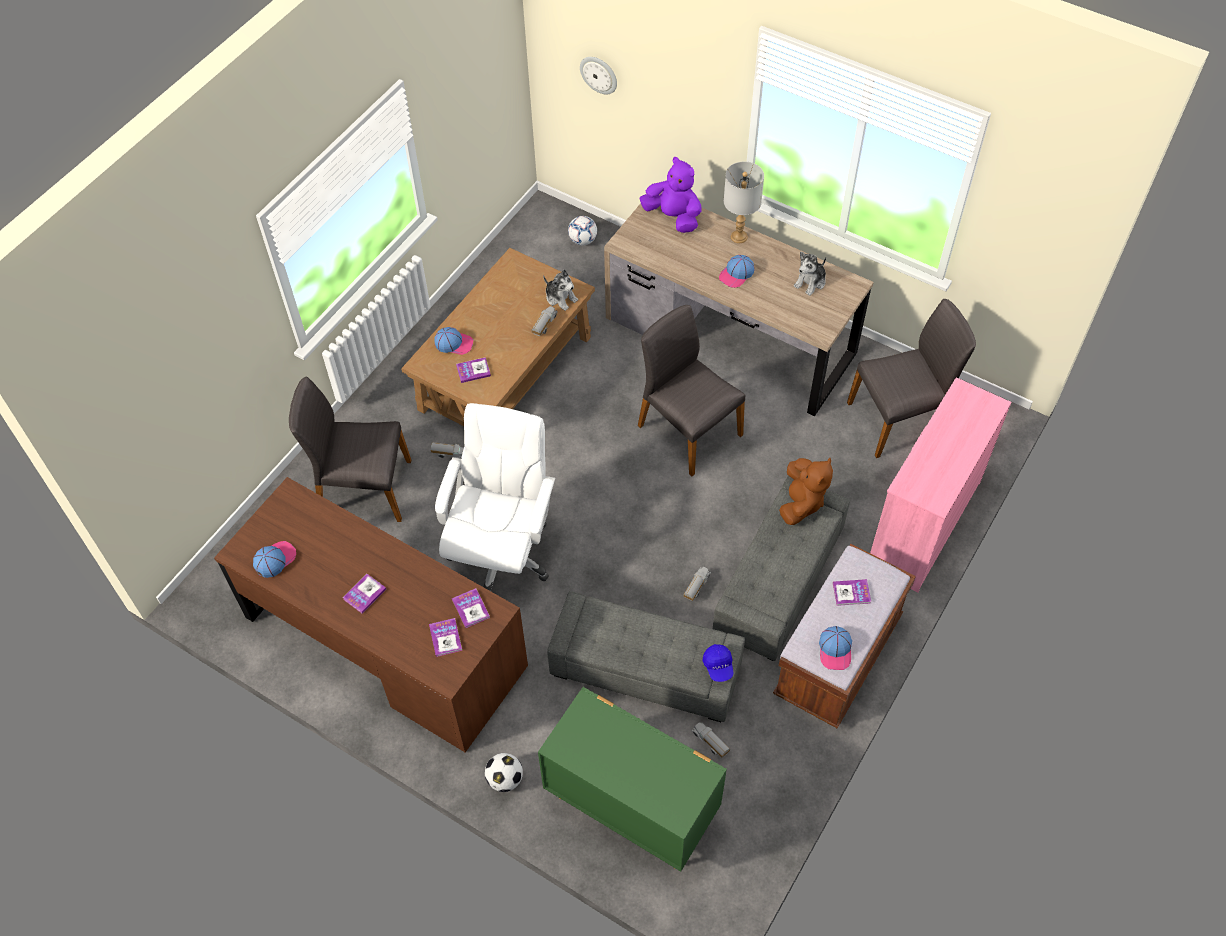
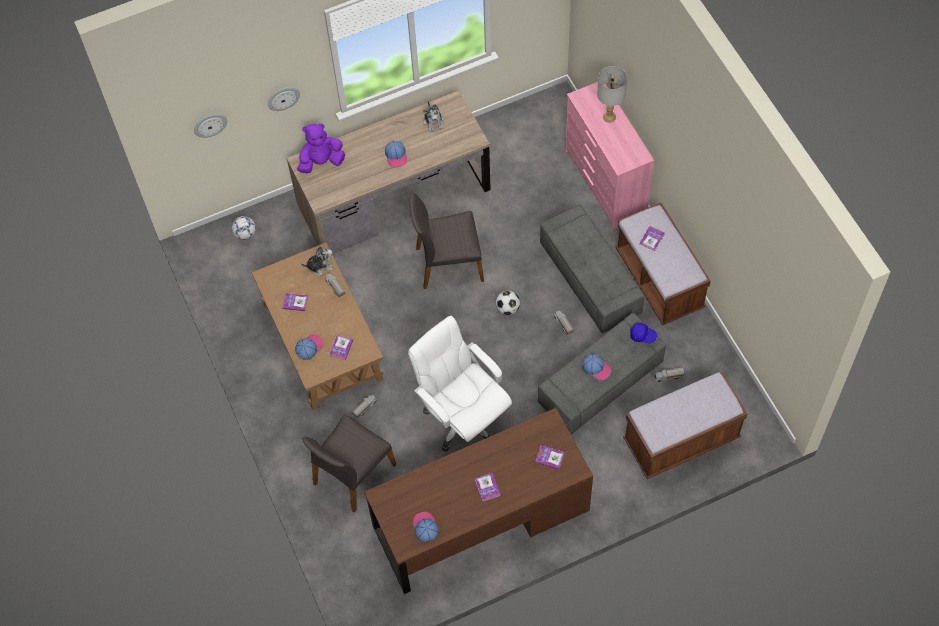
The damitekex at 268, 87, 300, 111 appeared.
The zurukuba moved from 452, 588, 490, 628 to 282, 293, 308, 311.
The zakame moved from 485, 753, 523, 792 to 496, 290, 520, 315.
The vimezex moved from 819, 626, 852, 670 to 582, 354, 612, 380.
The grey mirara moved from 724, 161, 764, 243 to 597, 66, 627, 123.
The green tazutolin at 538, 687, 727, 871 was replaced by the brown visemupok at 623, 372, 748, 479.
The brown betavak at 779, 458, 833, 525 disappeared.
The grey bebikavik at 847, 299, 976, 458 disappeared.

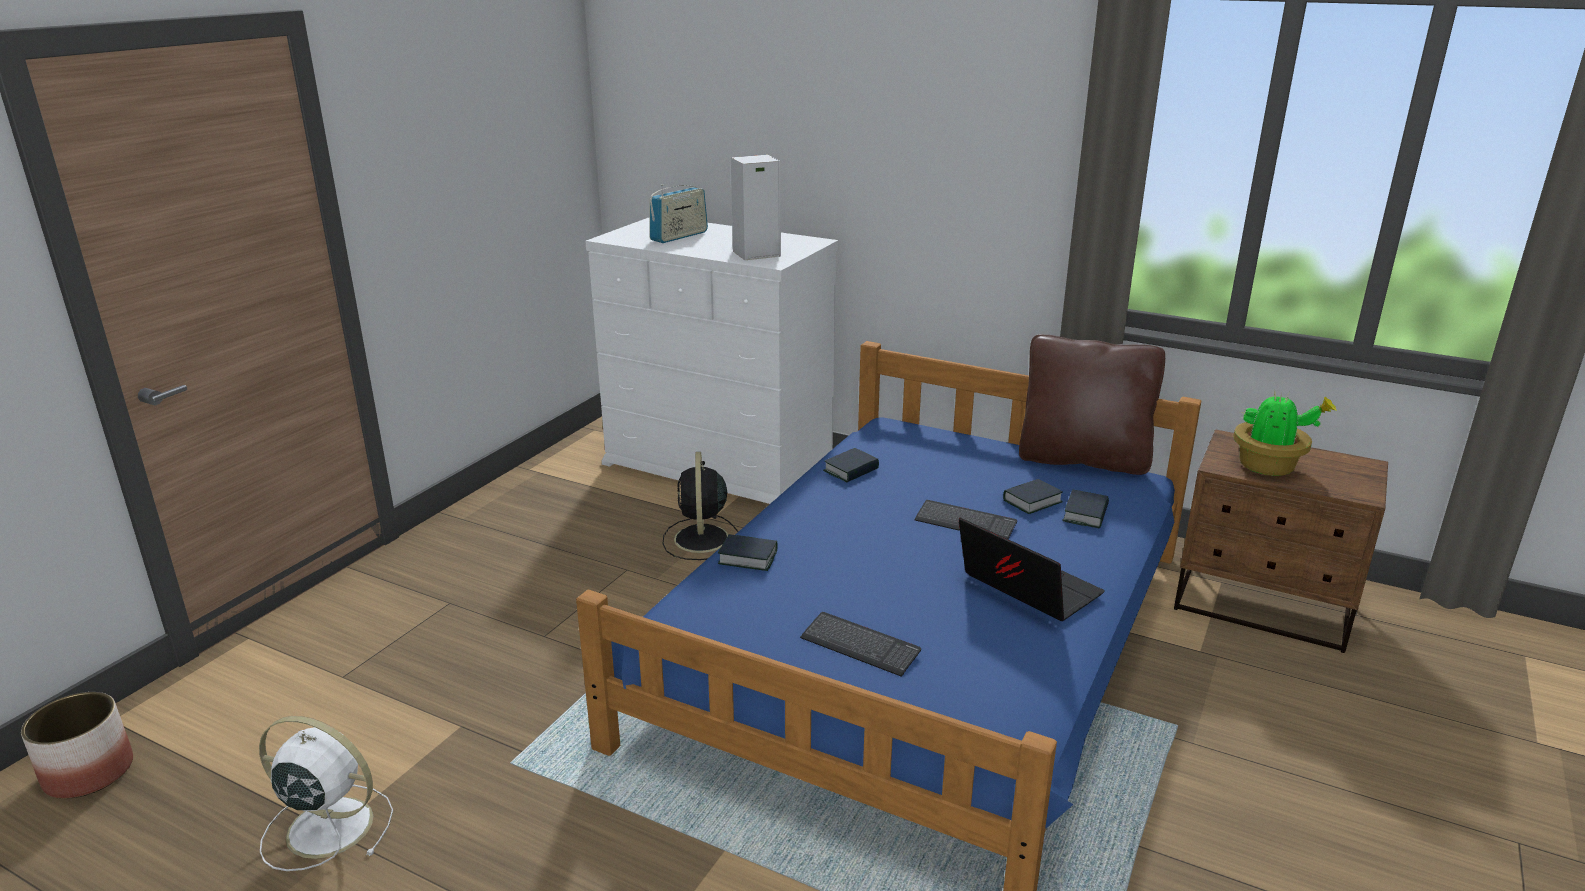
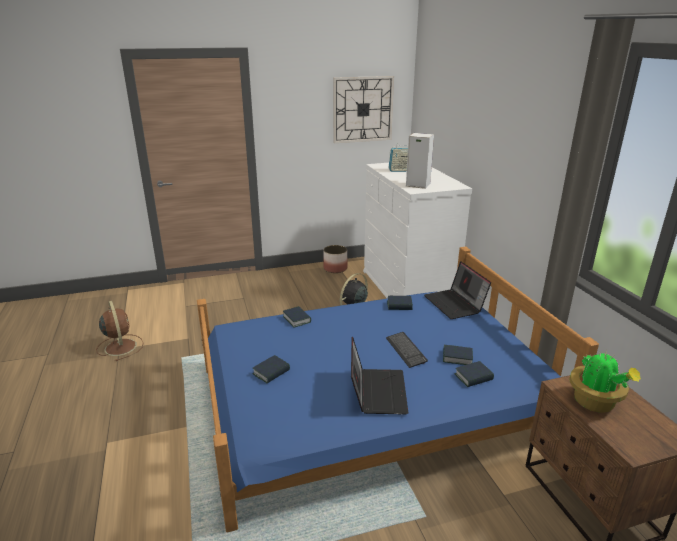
The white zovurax at 259, 716, 393, 871 became the brown zovurax at 96, 301, 143, 361.
The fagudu at 800, 612, 921, 677 was replaced by the zurukuba at 252, 355, 290, 383.
The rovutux moved from 21, 692, 133, 799 to 323, 245, 347, 273.
The damitekex at 333, 76, 394, 143 appeared.
The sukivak at 424, 261, 491, 319 appeared.
The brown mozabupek at 1019, 334, 1165, 475 disappeared.

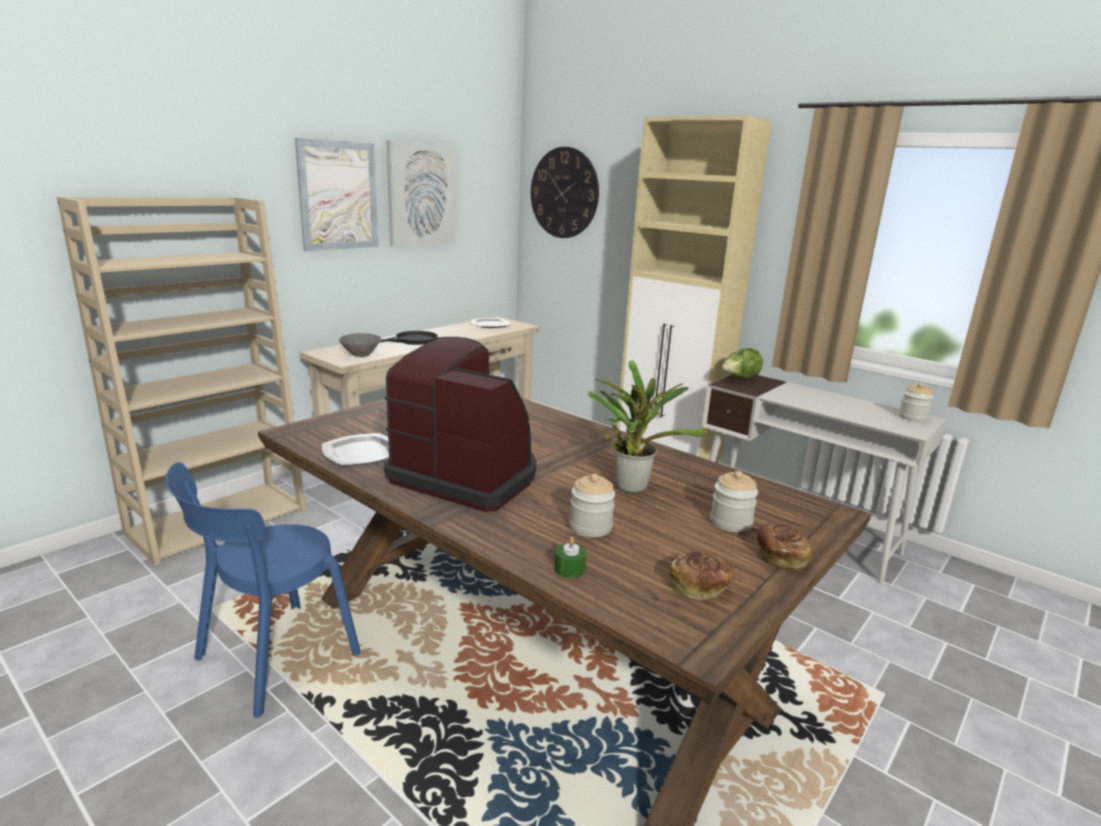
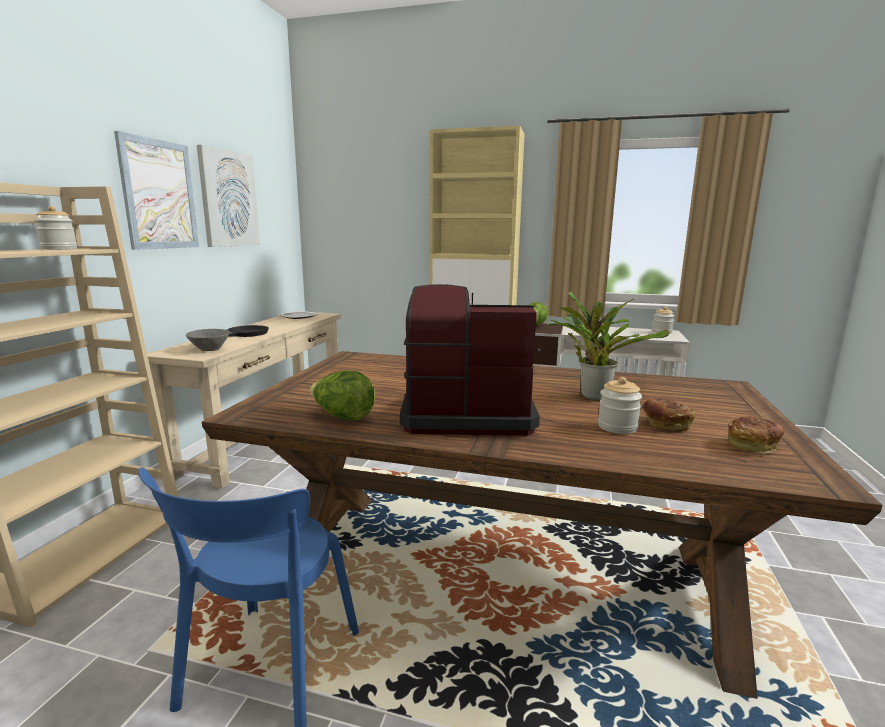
The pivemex moved from 710, 471, 758, 532 to 34, 206, 77, 250.
The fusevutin at 322, 433, 389, 466 was replaced by the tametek at 310, 371, 375, 421.
The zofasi moved from 757, 523, 812, 571 to 643, 398, 695, 432.
The damitekex at 531, 147, 599, 238 disappeared.
The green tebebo at 555, 537, 587, 578 disappeared.

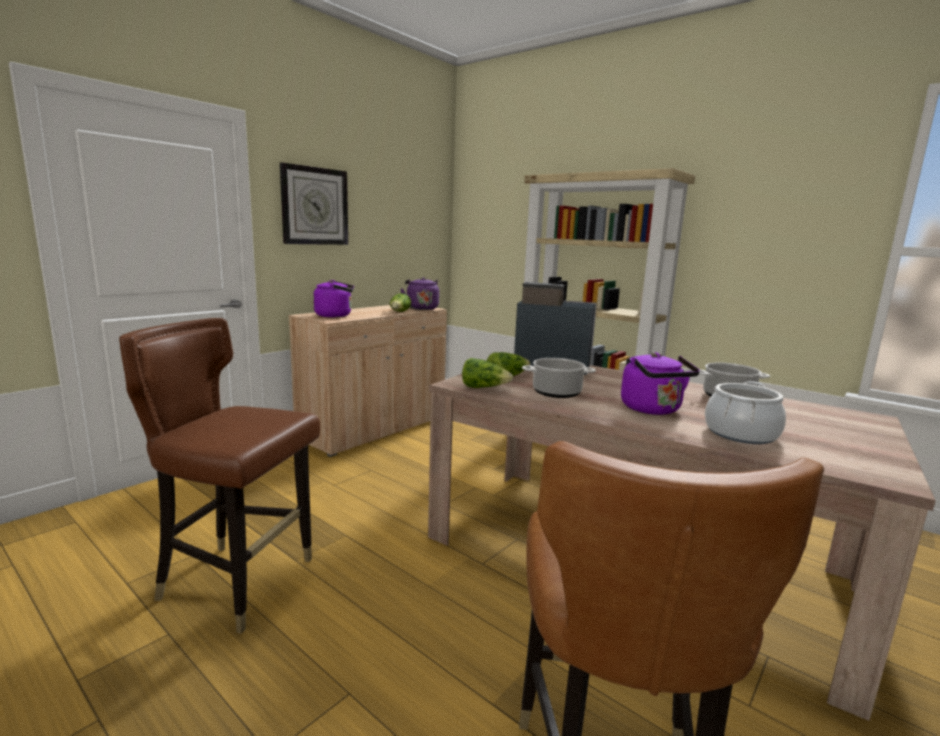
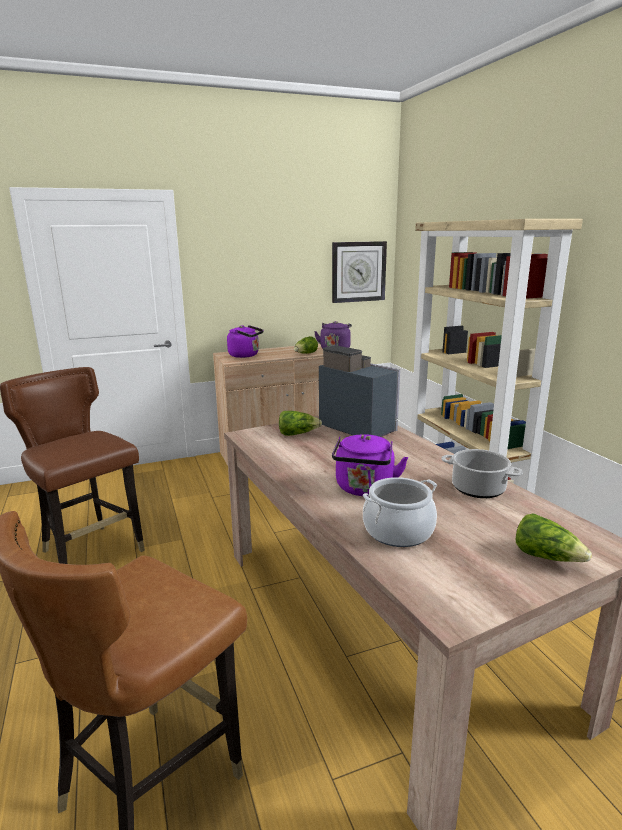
The damitekex moved from 280, 162, 348, 245 to 332, 241, 387, 303.
The tametek moved from 462, 358, 513, 388 to 516, 513, 592, 562.
The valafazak at 522, 358, 596, 398 disappeared.

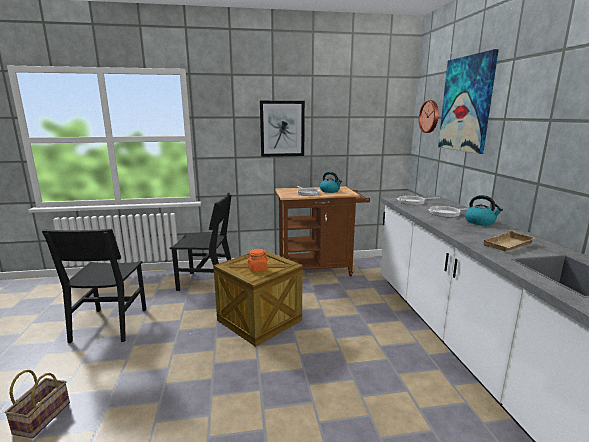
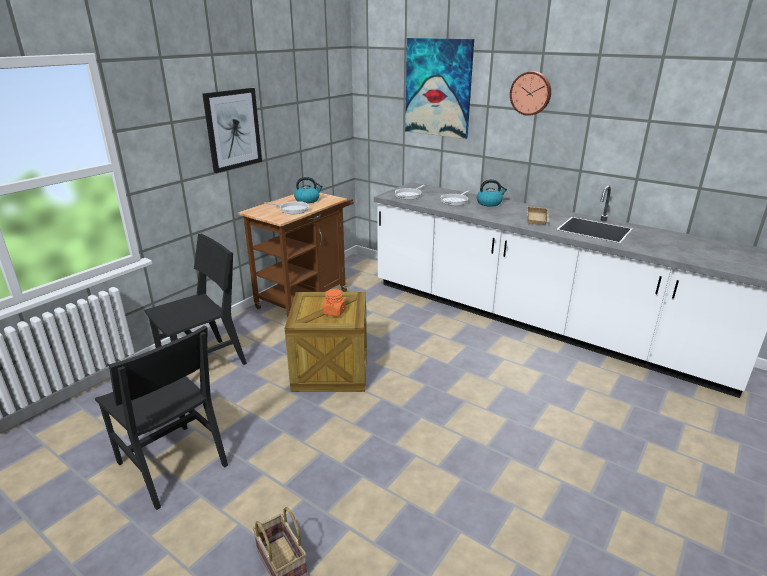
The damitekex moved from 419, 100, 439, 133 to 510, 71, 551, 116.

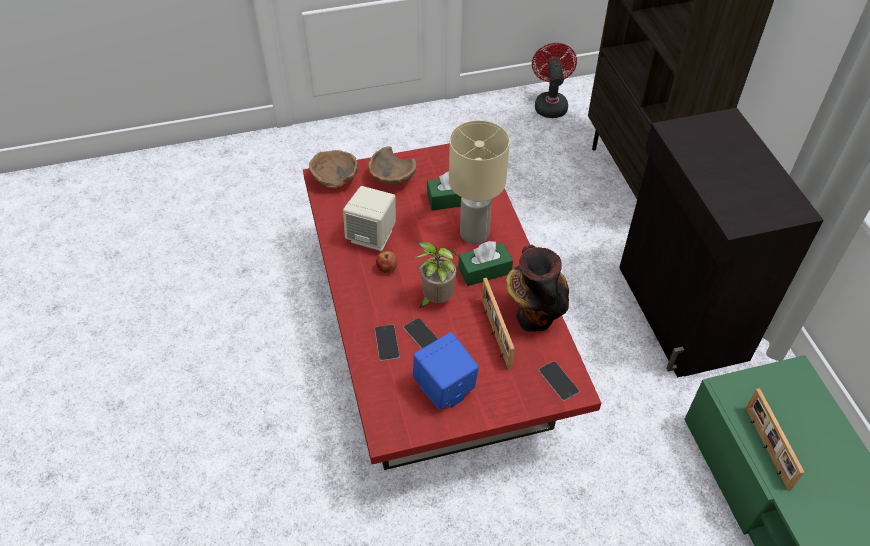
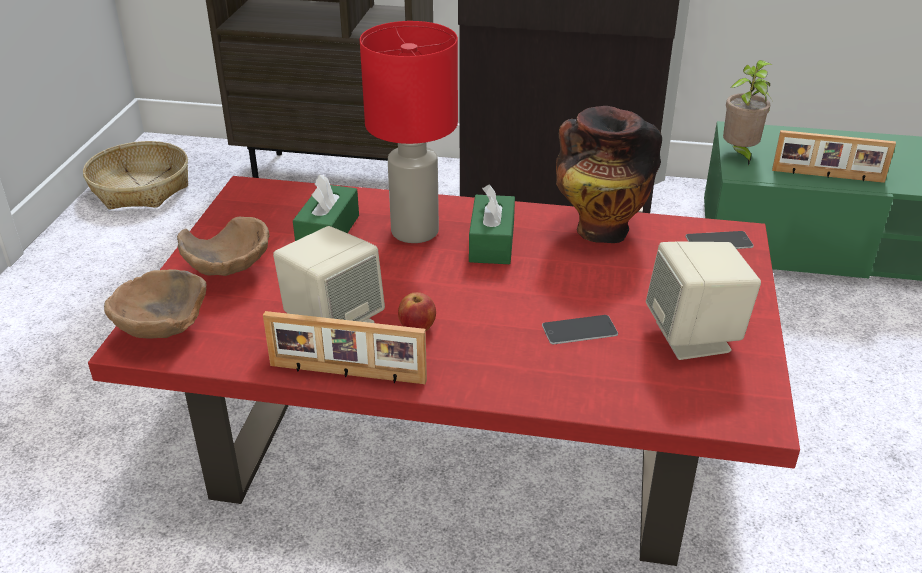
The red zovurax at 532, 43, 577, 118 was replaced by the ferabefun at 83, 141, 188, 209.
The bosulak moved from 482, 278, 515, 370 to 263, 311, 427, 384.
The beige mirara at 449, 120, 510, 244 became the red mirara at 360, 21, 458, 243.
The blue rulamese at 413, 332, 479, 410 became the beige rulamese at 646, 242, 761, 360.
The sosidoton moved from 414, 242, 456, 309 to 723, 60, 773, 165.
The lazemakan at 375, 324, 400, 361 disappeared.

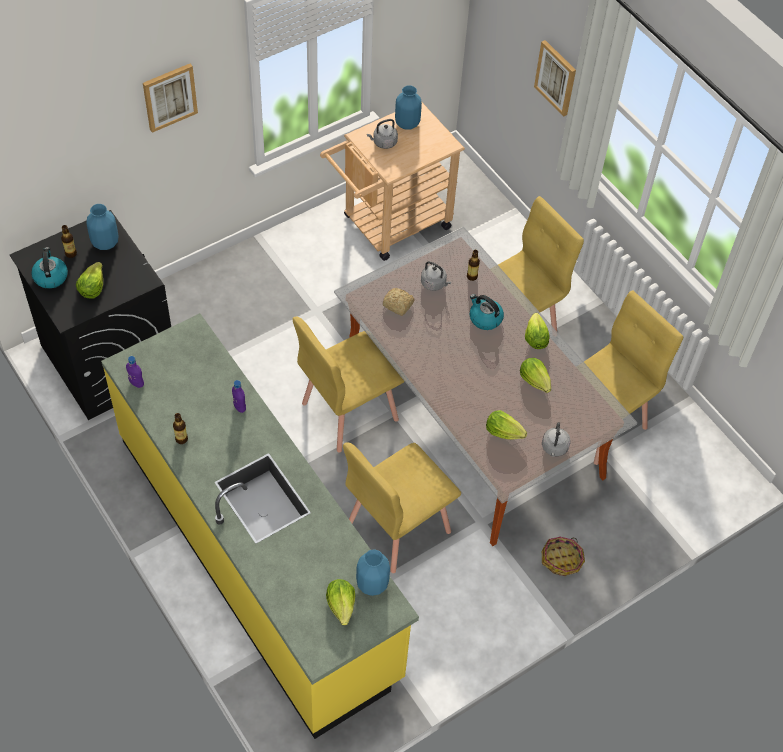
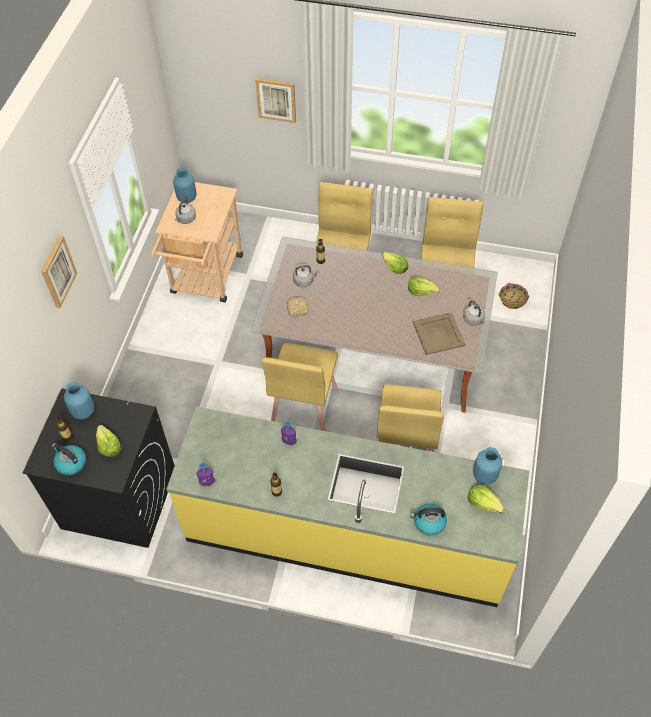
The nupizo moved from 470, 294, 504, 330 to 410, 503, 447, 536.
The tametek at 486, 410, 527, 440 was replaced by the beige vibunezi at 413, 312, 466, 355.
The ferabefun moved from 542, 537, 585, 576 to 499, 283, 529, 309.

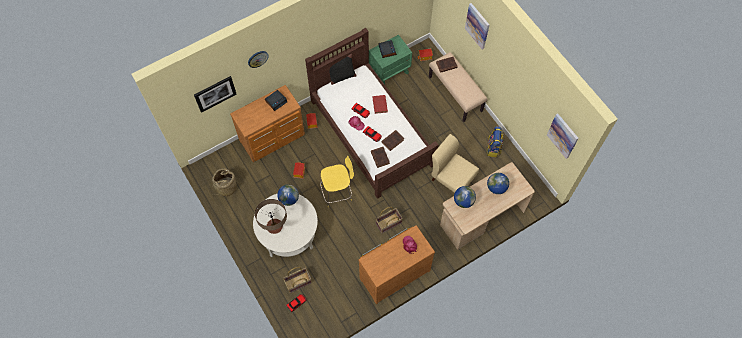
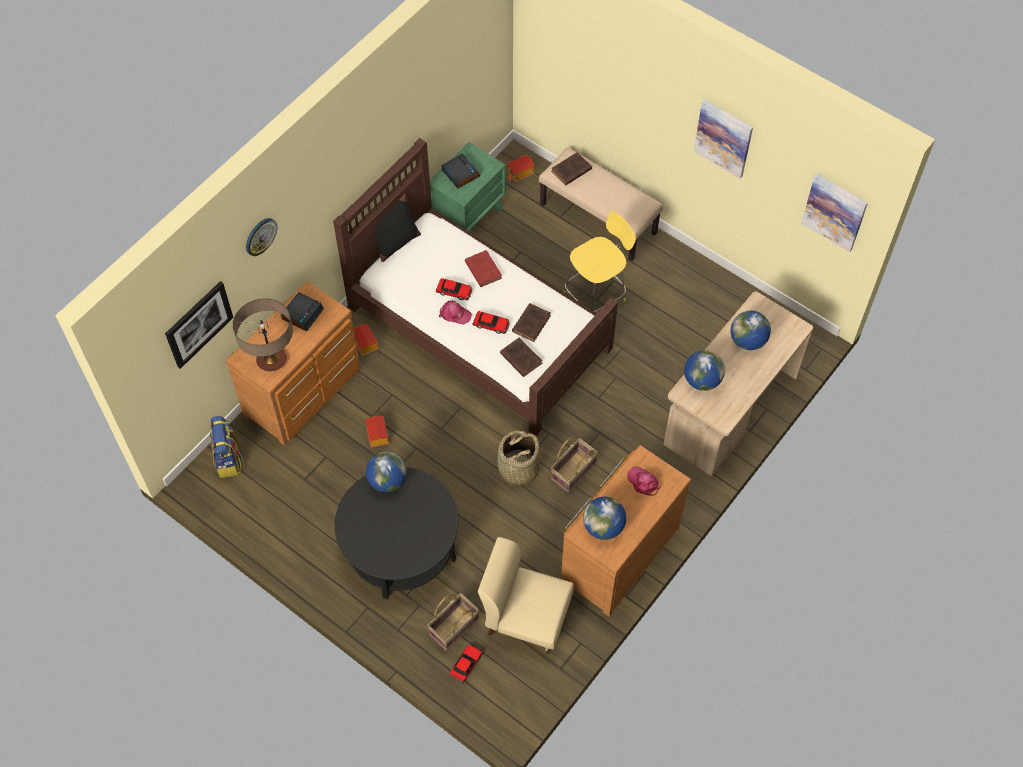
The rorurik moved from 487, 126, 504, 157 to 210, 416, 244, 478.
The mirara moved from 255, 199, 287, 234 to 233, 298, 293, 371.
The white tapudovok at 253, 193, 318, 257 became the black tapudovok at 335, 467, 459, 599.
The beige bebikavik moved from 431, 134, 479, 193 to 478, 537, 574, 654.
The ferabefun moved from 211, 168, 237, 196 to 498, 430, 541, 487.
The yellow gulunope moved from 320, 156, 354, 207 to 564, 211, 636, 312.
The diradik at 583, 497, 626, 540 appeared.
The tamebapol moved from 465, 3, 489, 49 to 694, 99, 753, 178.

